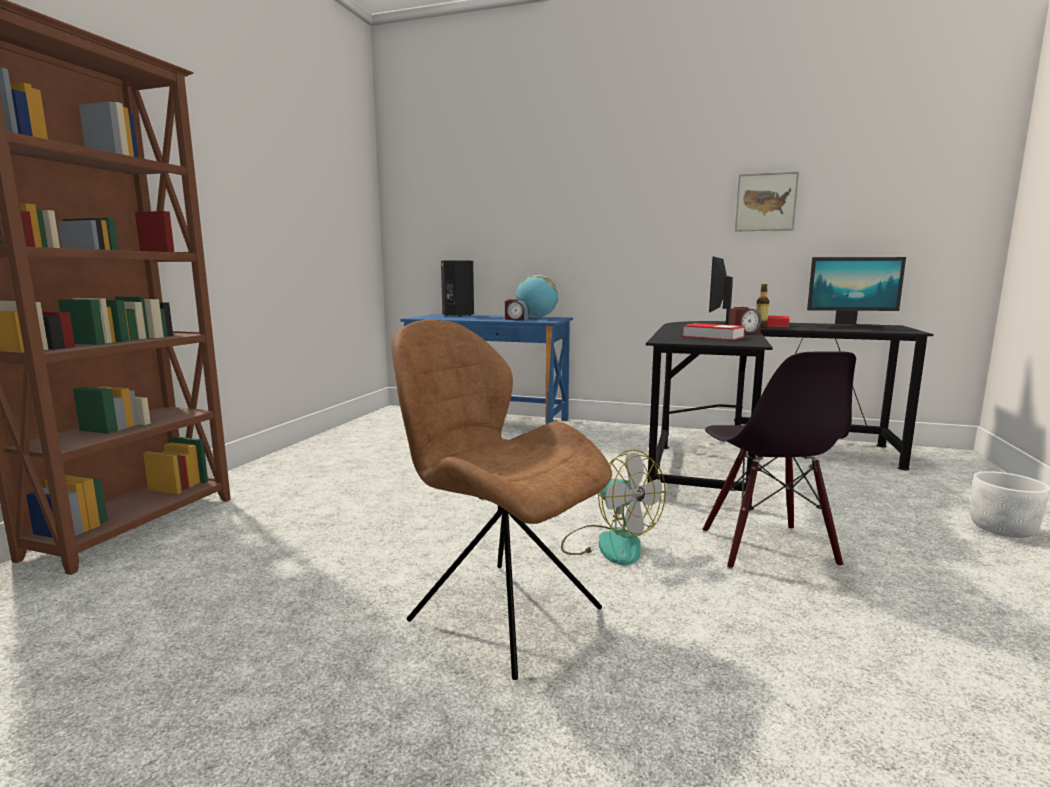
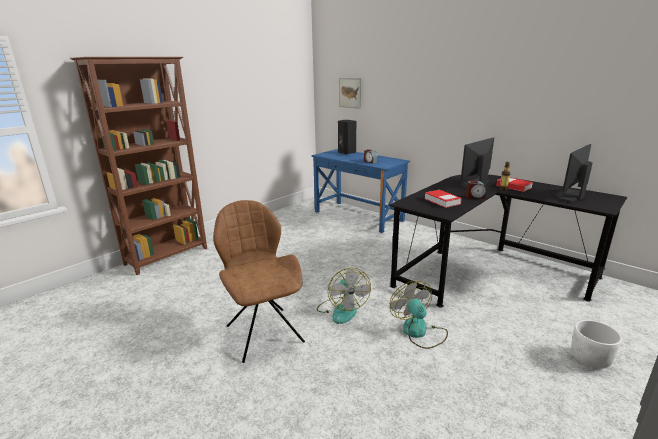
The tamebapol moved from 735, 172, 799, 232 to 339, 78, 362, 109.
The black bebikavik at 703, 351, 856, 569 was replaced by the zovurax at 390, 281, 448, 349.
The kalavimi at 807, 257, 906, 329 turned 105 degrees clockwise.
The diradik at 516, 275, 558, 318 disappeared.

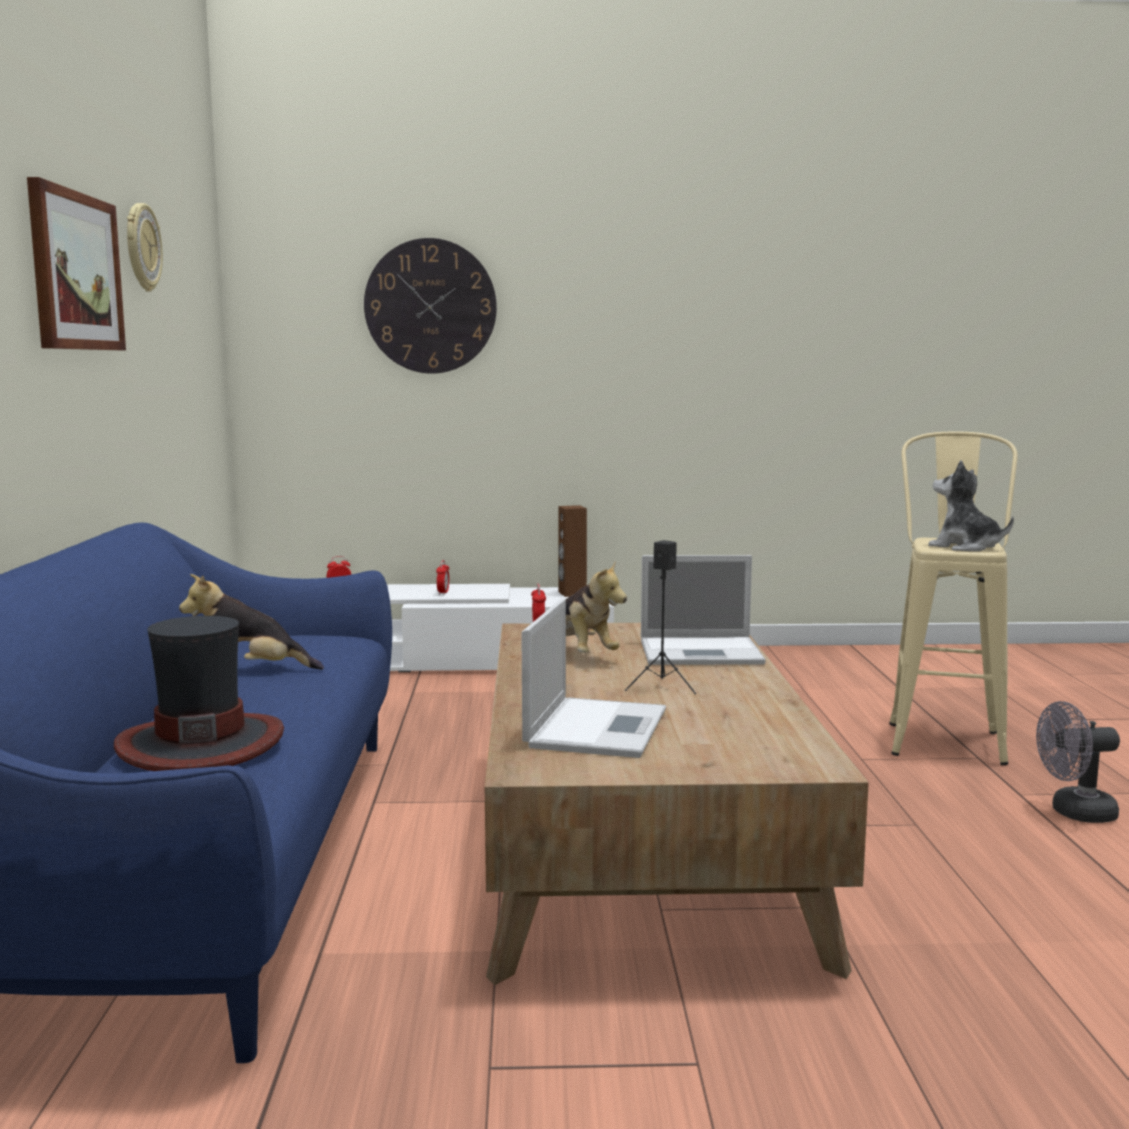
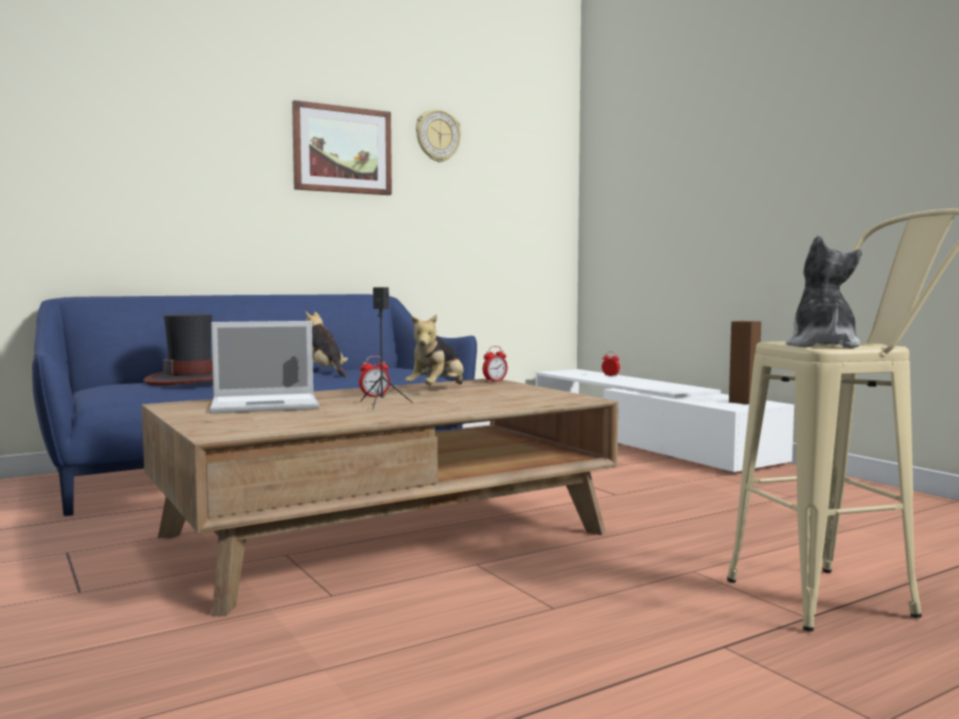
The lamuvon moved from 436, 560, 449, 595 to 359, 356, 390, 398.
The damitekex at 364, 238, 497, 374 disappeared.
The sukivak at 641, 555, 766, 665 disappeared.
The grey zovurax at 1036, 701, 1120, 823 disappeared.

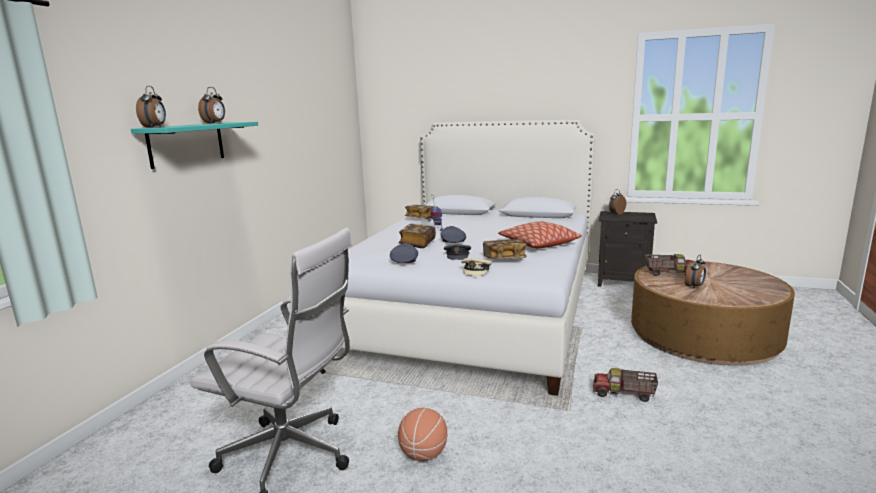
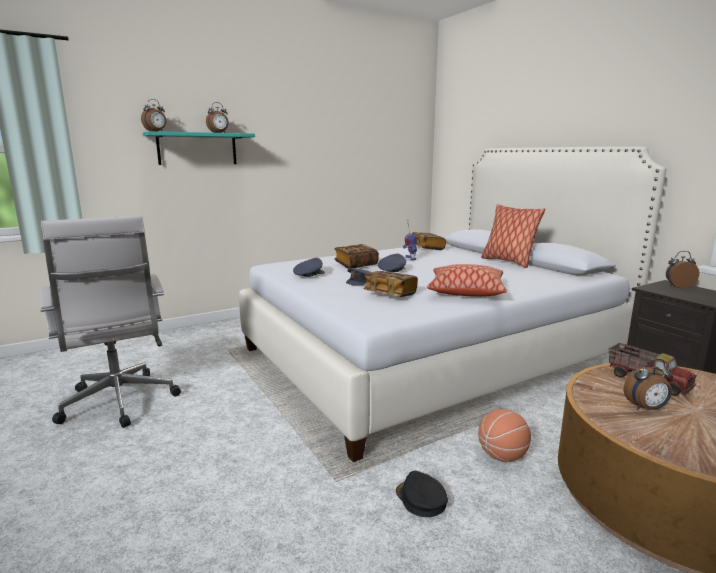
The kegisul at 593, 368, 658, 402 was replaced by the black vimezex at 396, 471, 448, 517.
The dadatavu moved from 398, 408, 447, 461 to 478, 409, 531, 462.
The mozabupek at 481, 204, 545, 268 appeared.
The beige vimezex at 461, 258, 492, 276 disappeared.

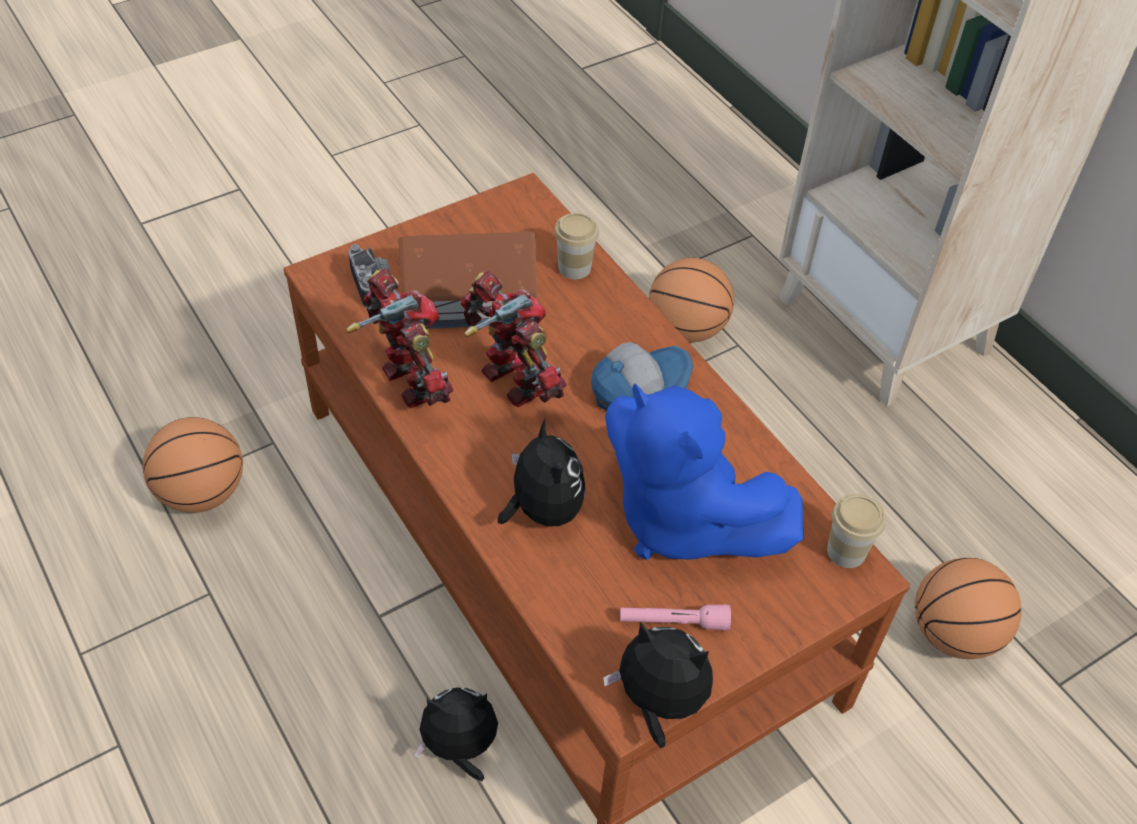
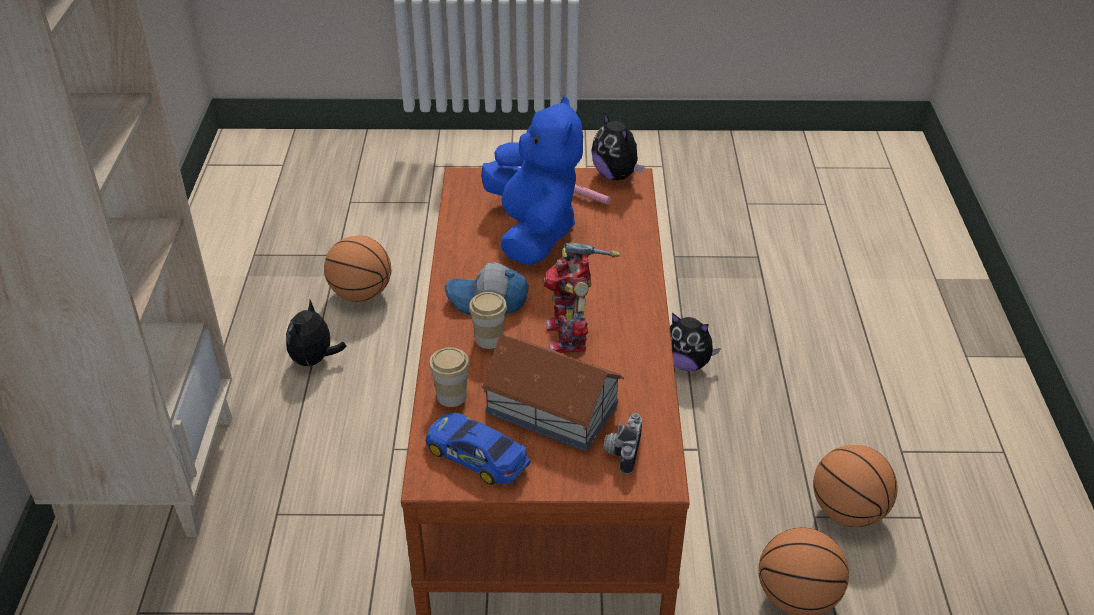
The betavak moved from 498, 419, 586, 526 to 286, 300, 346, 370.
The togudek at 425, 413, 530, 485 appeared.
The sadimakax moved from 827, 494, 886, 568 to 469, 292, 507, 349.
The dadatavu moved from 649, 258, 734, 342 to 813, 445, 898, 527.
The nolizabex at 346, 269, 454, 408 disappeared.

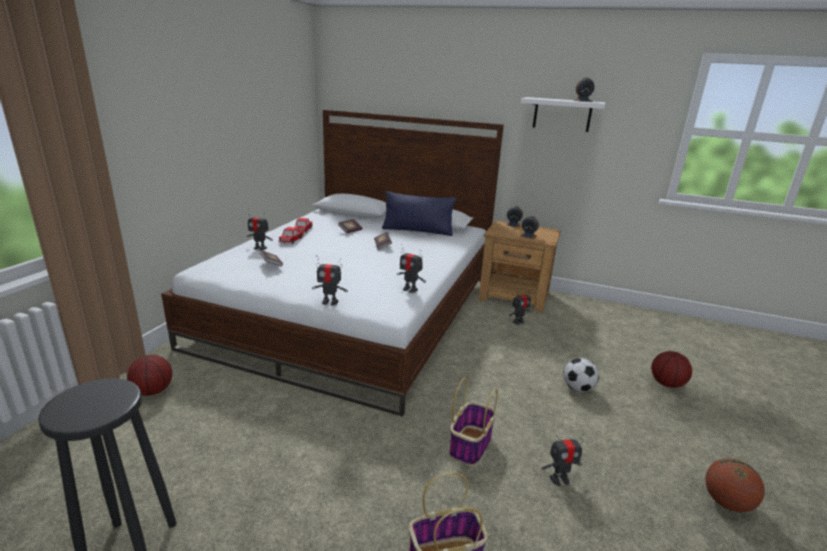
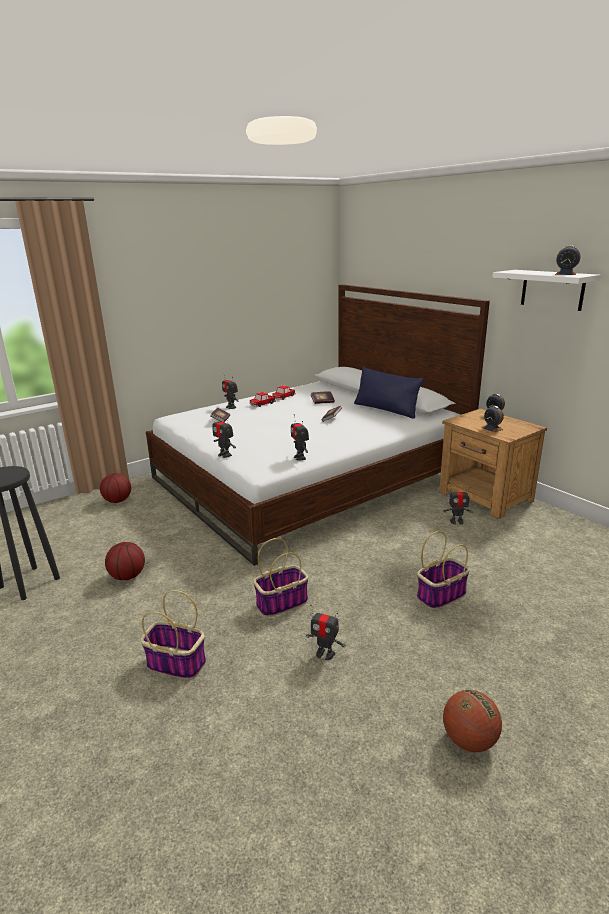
The dadatavu moved from 651, 351, 692, 388 to 105, 542, 145, 580.
The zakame at 563, 358, 599, 392 was replaced by the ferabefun at 417, 531, 470, 610.

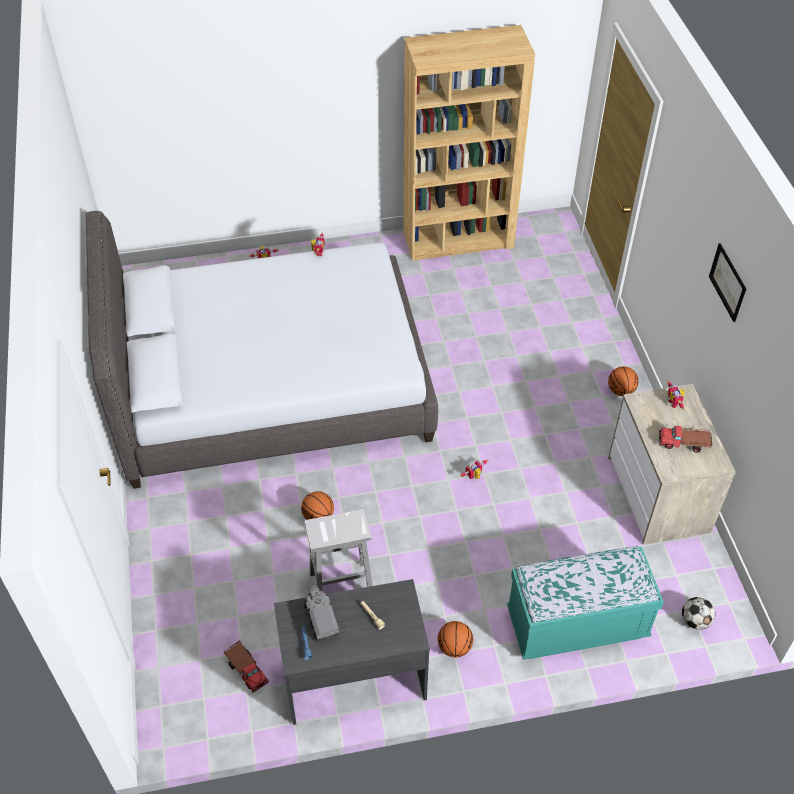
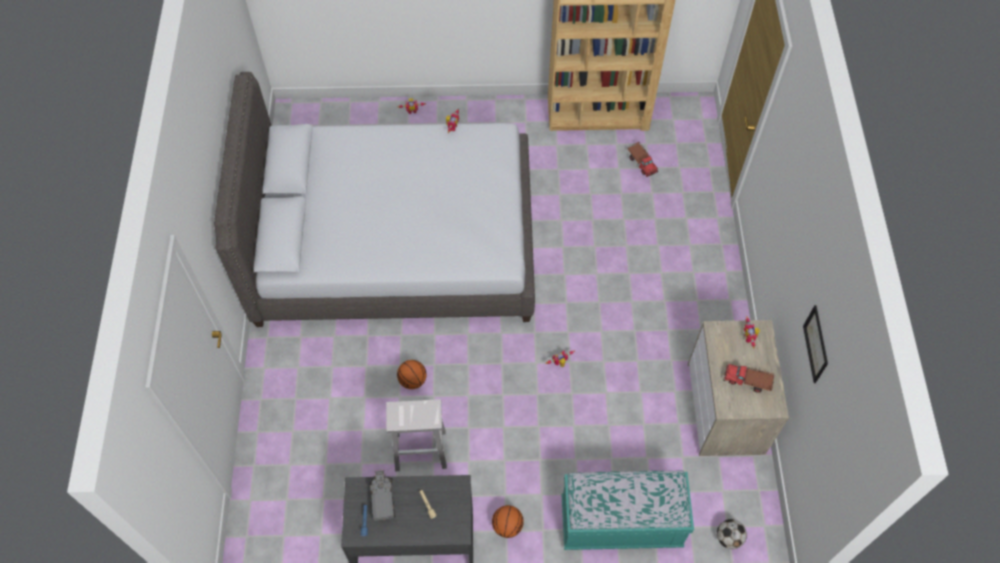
The kegisul moved from 224, 640, 269, 693 to 627, 142, 658, 177.
The tamebapol moved from 709, 243, 746, 322 to 803, 305, 828, 383.
The dadatavu at 608, 366, 639, 396 disappeared.

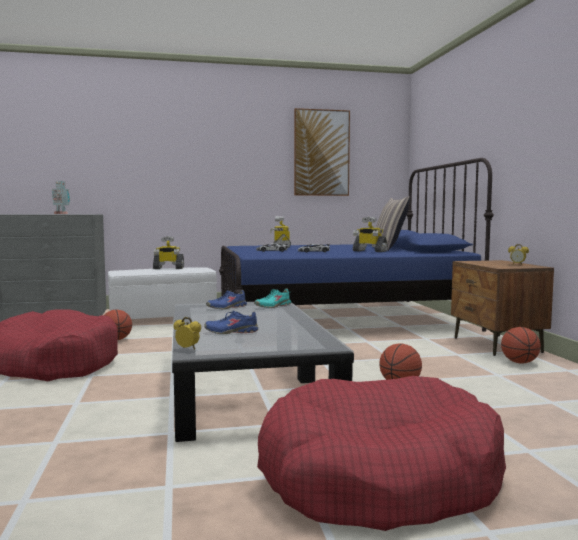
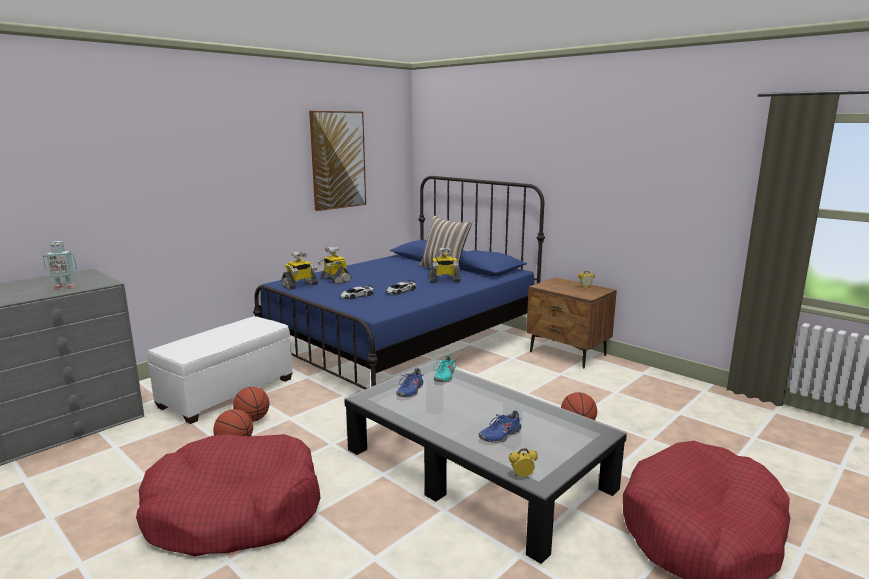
The dadatavu moved from 501, 327, 541, 364 to 233, 387, 270, 422.
The nolizabex moved from 153, 236, 184, 269 to 281, 251, 318, 290.

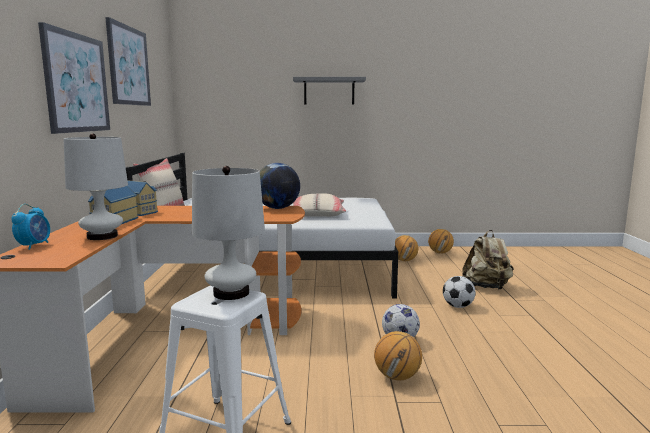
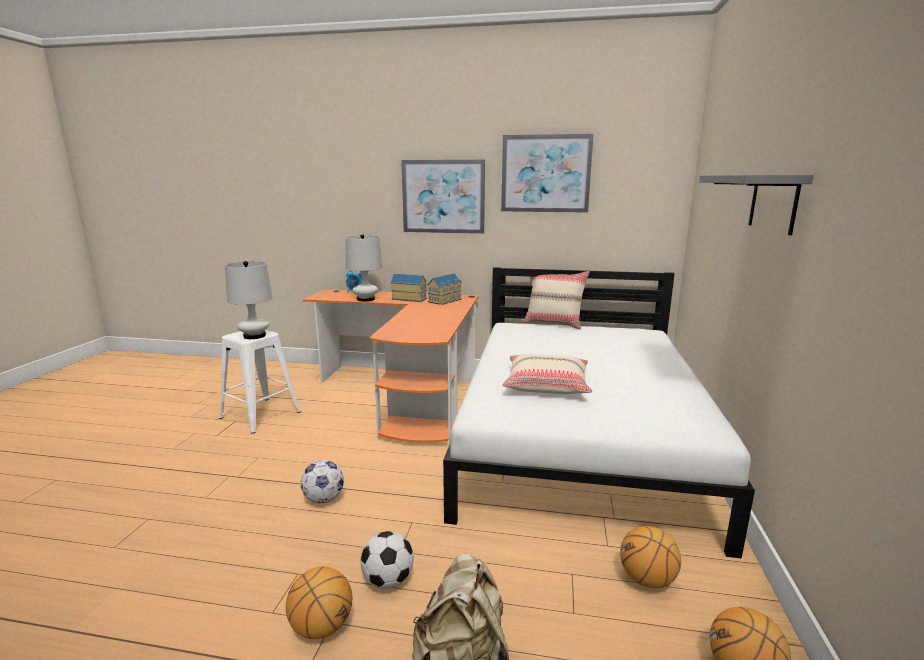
The dadatavu moved from 374, 331, 422, 380 to 286, 567, 352, 639.
The diradik at 260, 163, 300, 209 disappeared.

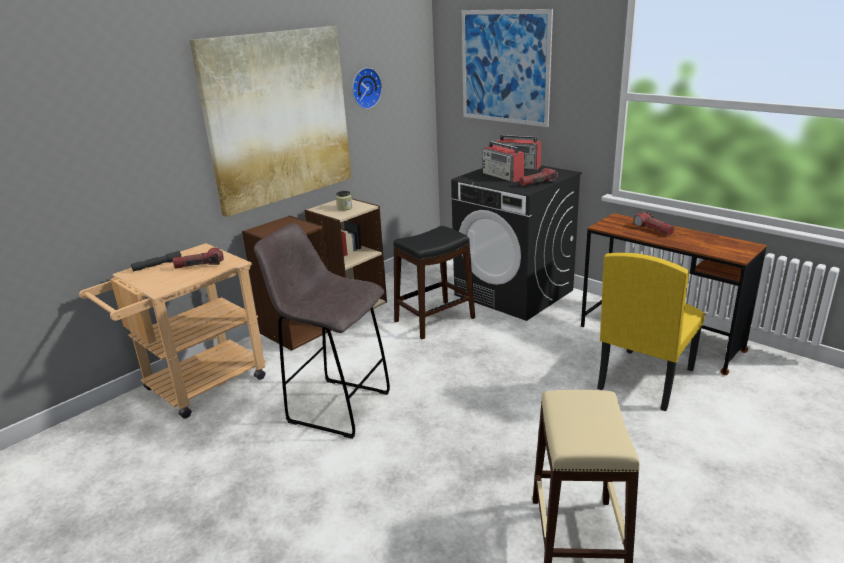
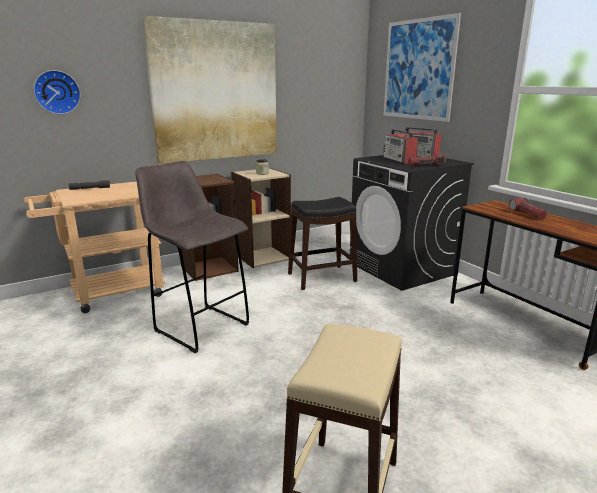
The damitekex moved from 352, 68, 382, 109 to 33, 70, 81, 114.
The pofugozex at 173, 248, 224, 269 disappeared.
The yellow bebikavik at 597, 253, 705, 411 disappeared.

